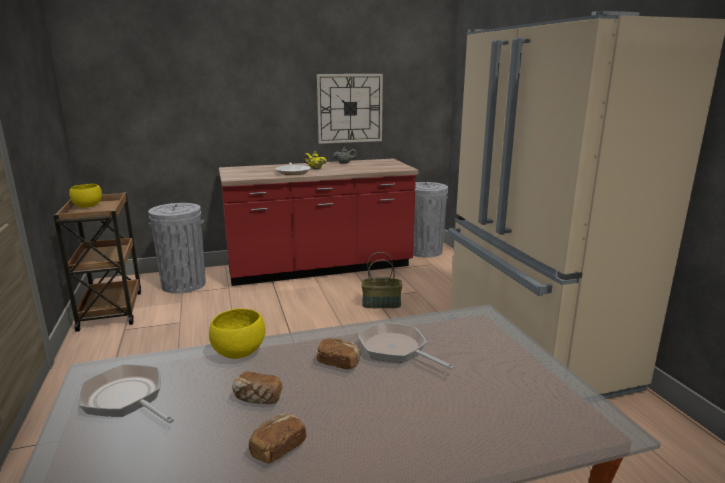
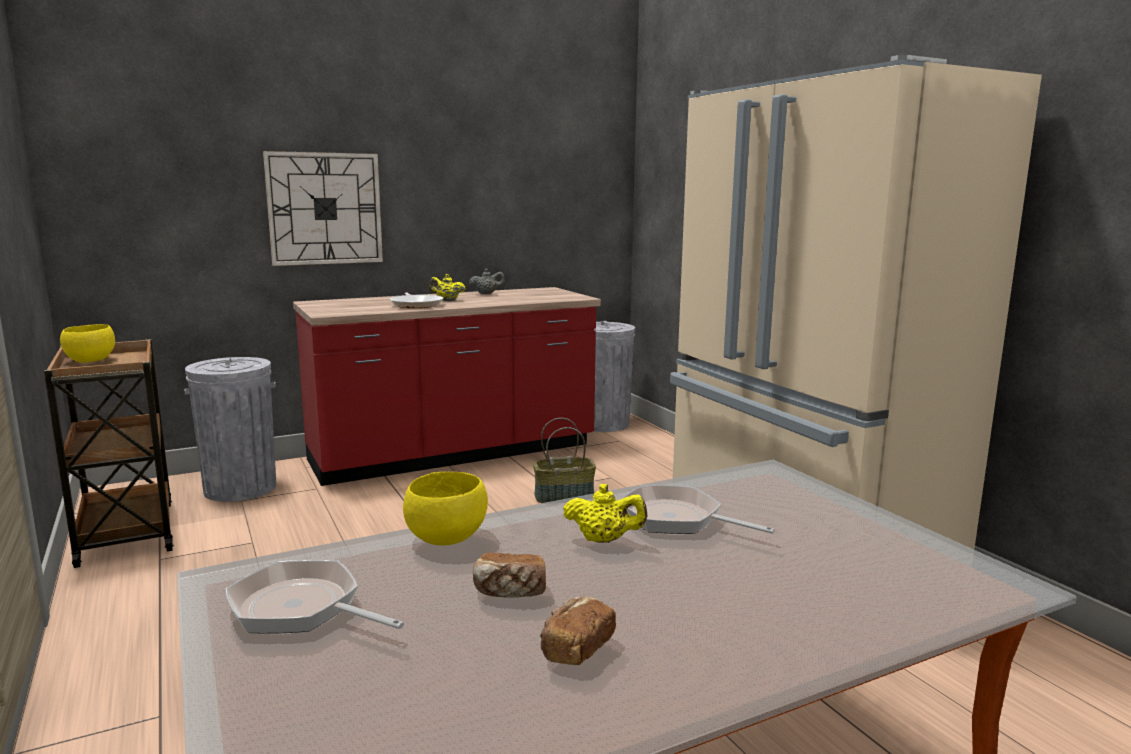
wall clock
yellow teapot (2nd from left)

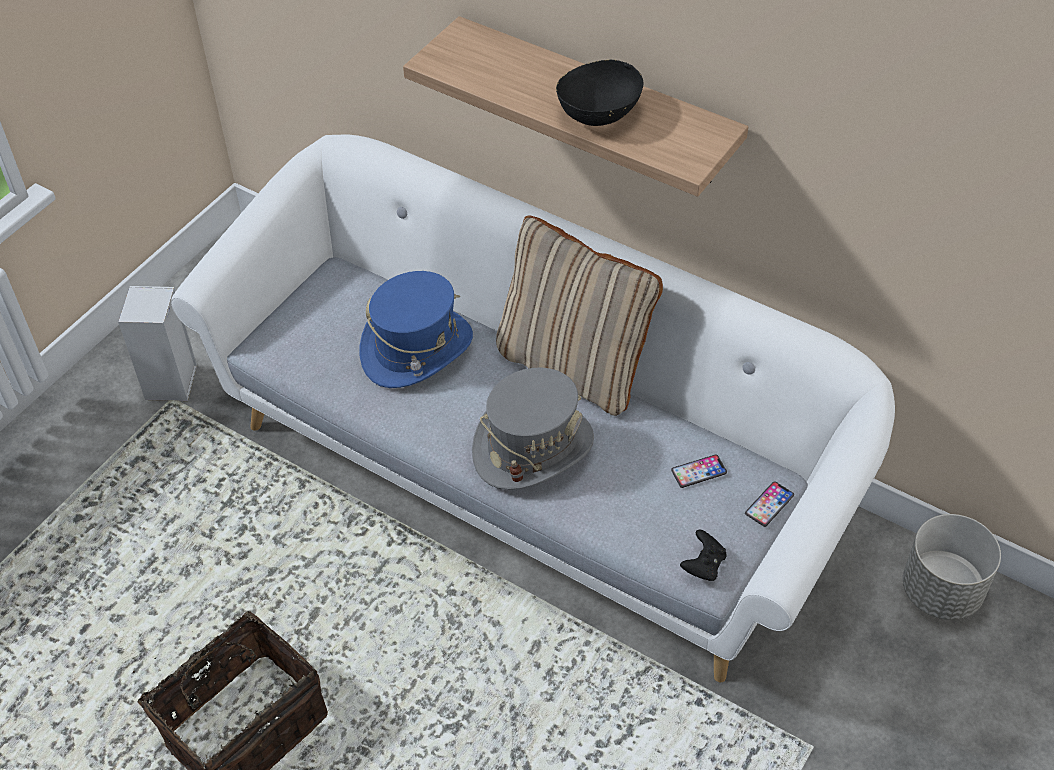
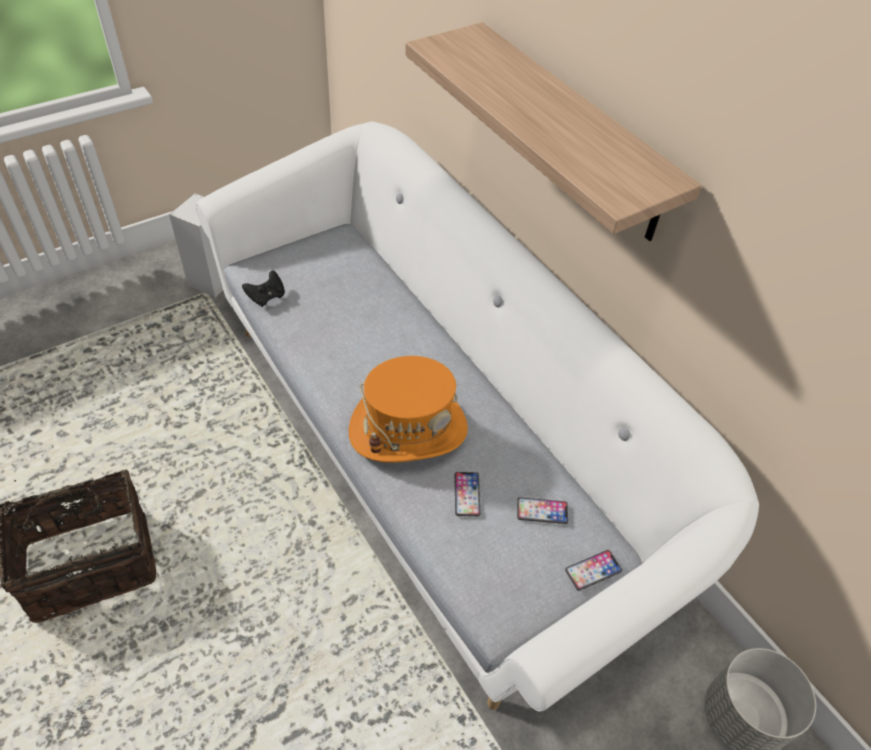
black bowl
beige pillow
blue hat
orange hat
black game controller
phone (1st from left)

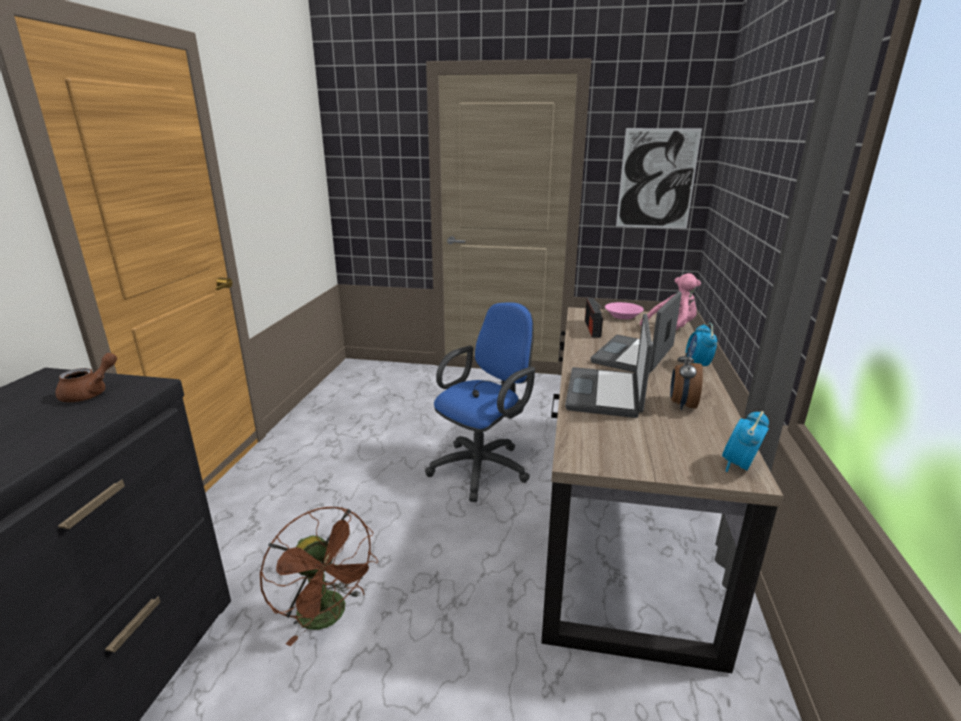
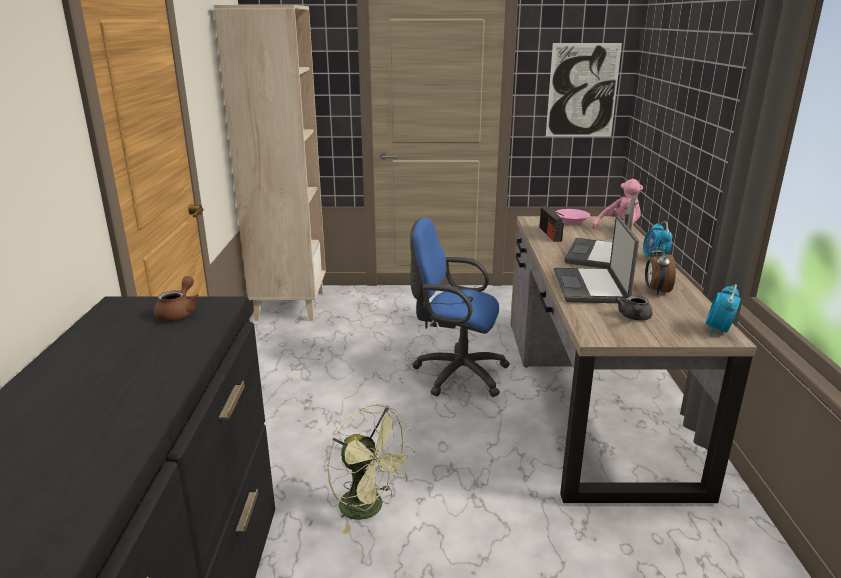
blue office chair
green fan
beige bookcase
grey teapot

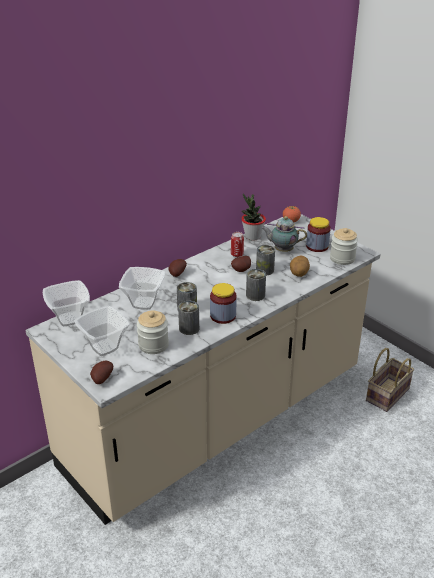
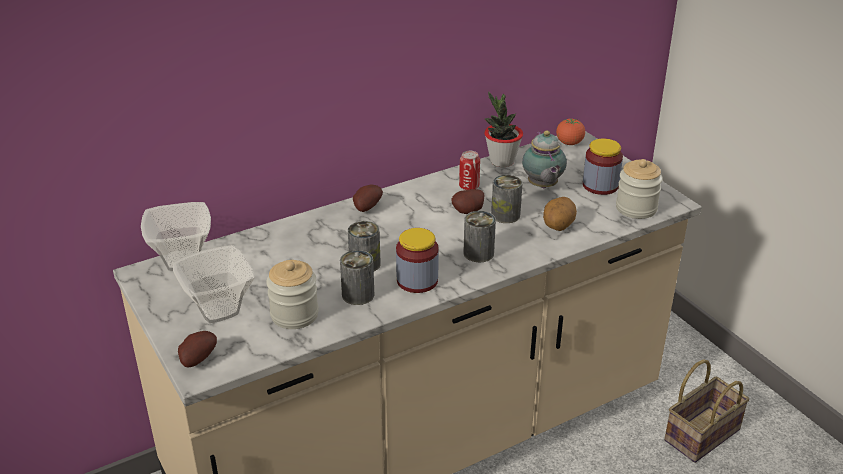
teapot
bowl (3rd from left in the first image)

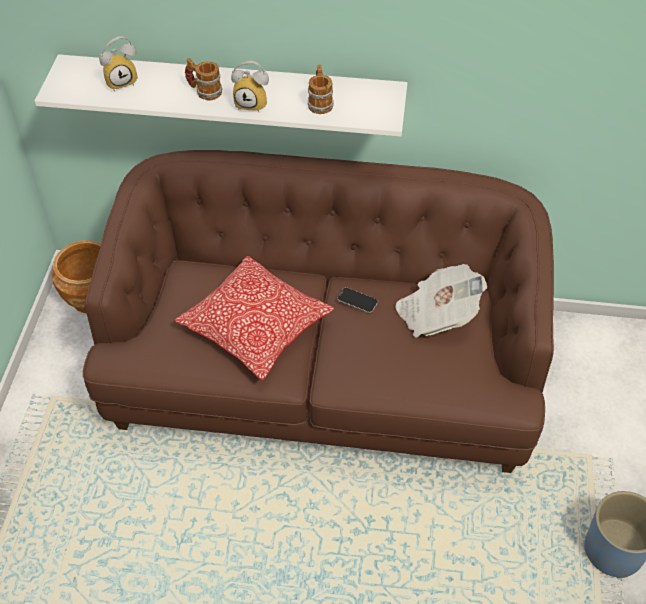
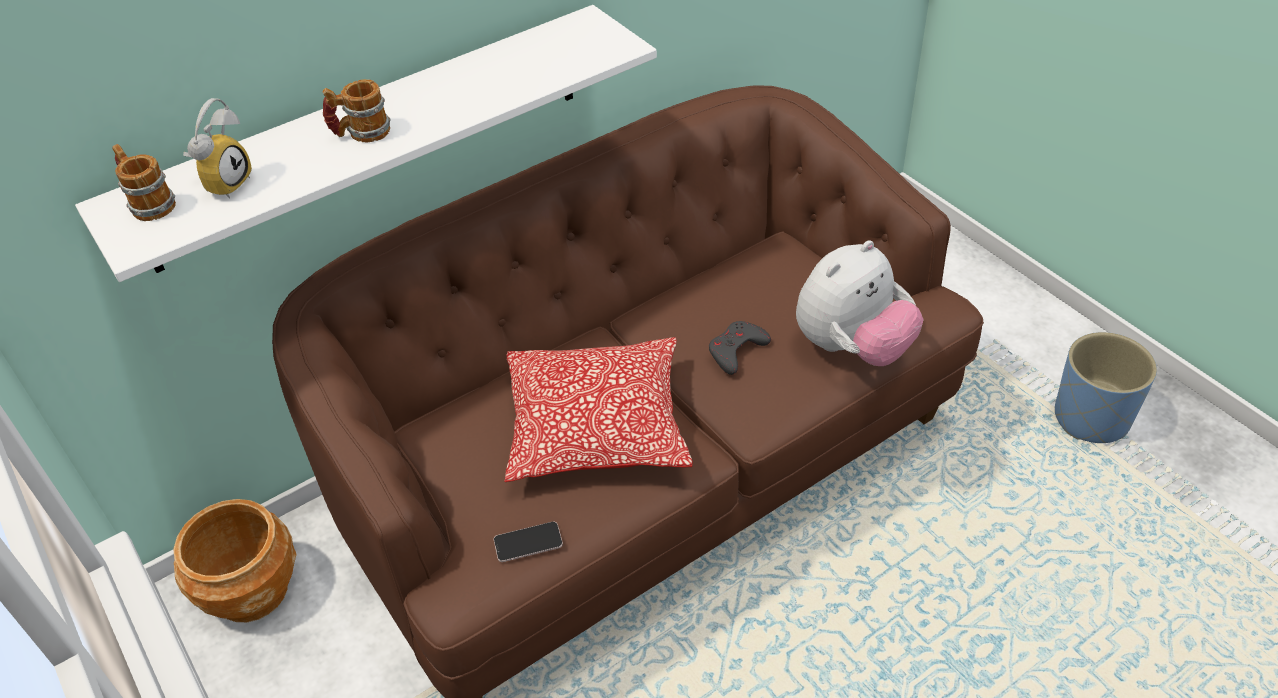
alarm clock (2nd from left in the first image)
mug (1st from left)
newspaper
phone
plush toy
grey game controller

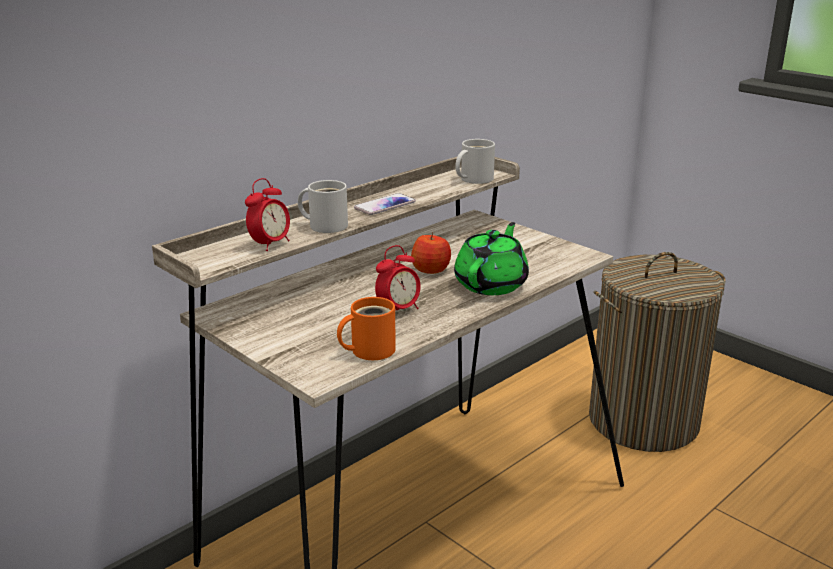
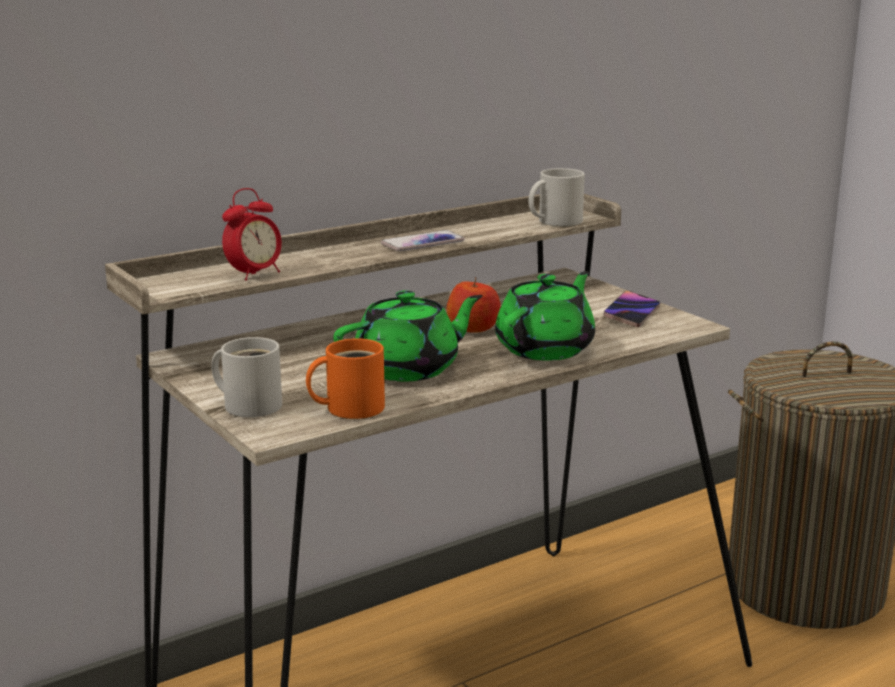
white mug (1st from left)
green teapot (1st from left)
phone (2nd from left)

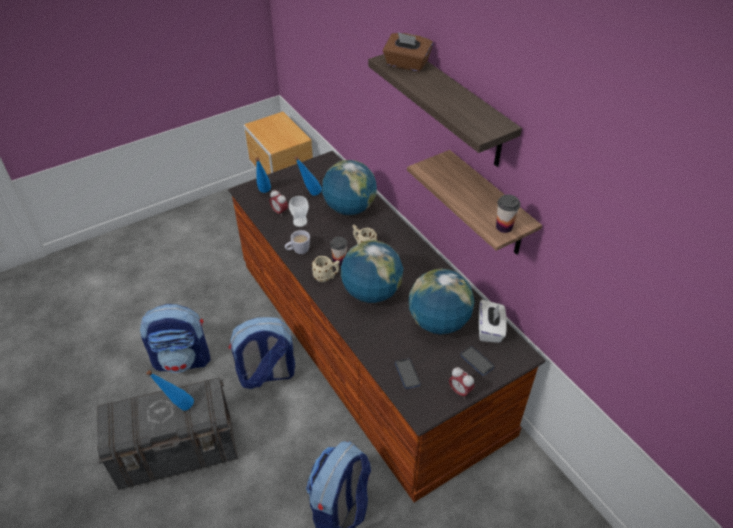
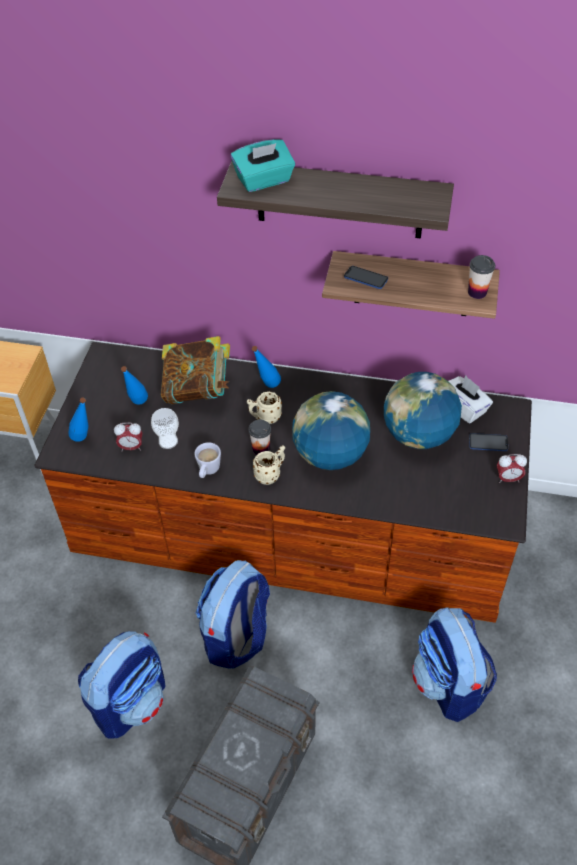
turquoise tissue box
book
phone (1st from left)
blue bottle (3rd from left)

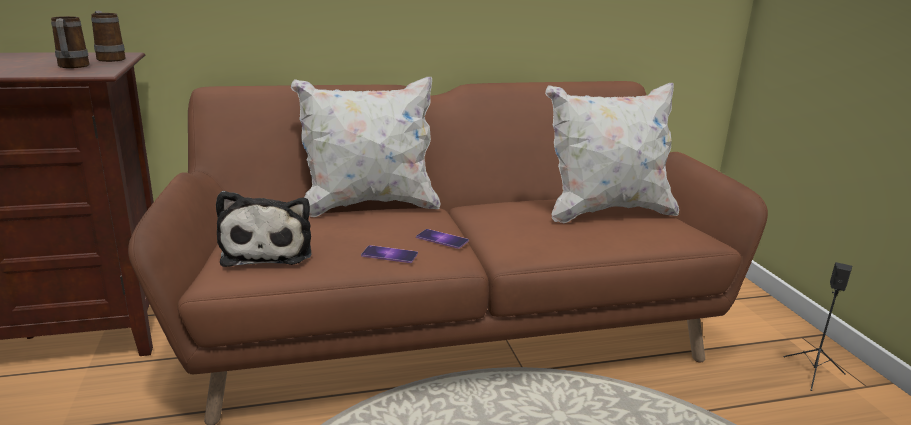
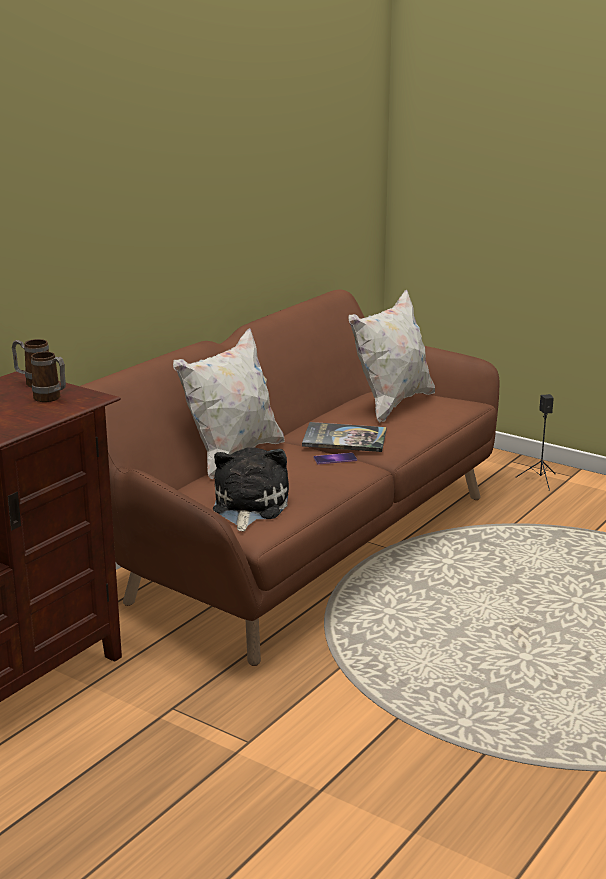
plush toy
phone (1st from left in the first image)
book

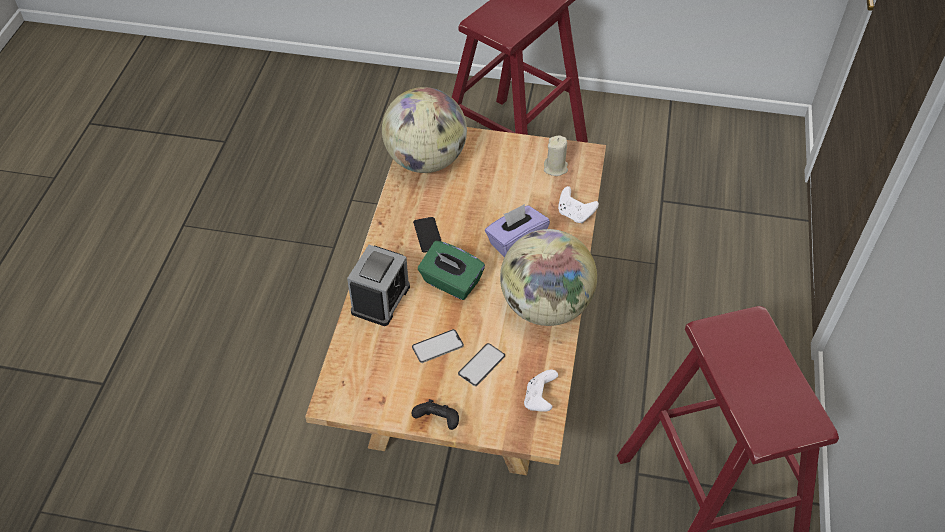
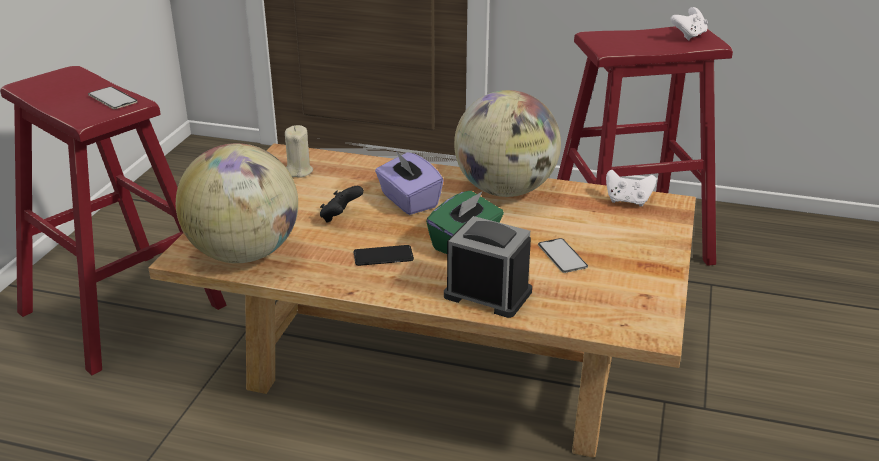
white game controller (2nd from left)
phone (1st from left)
black game controller

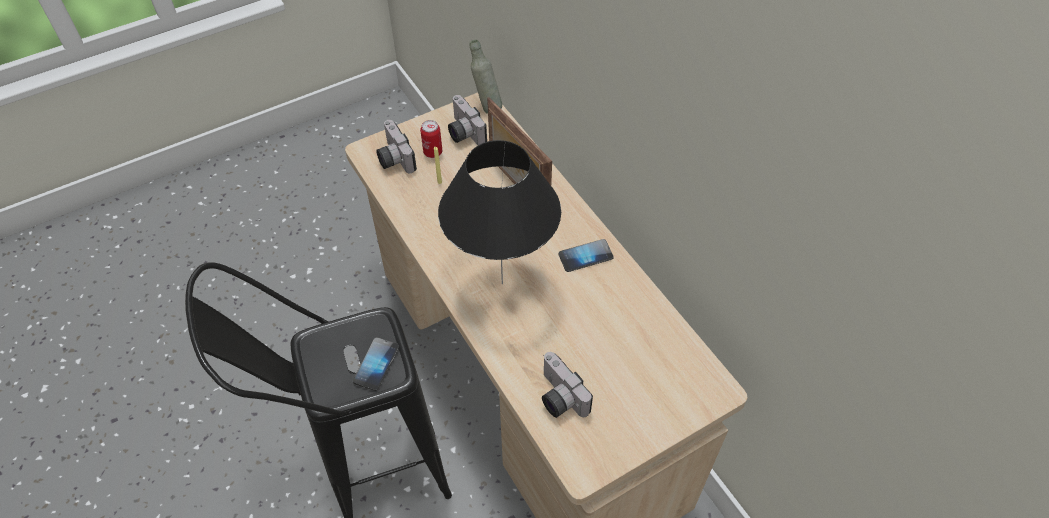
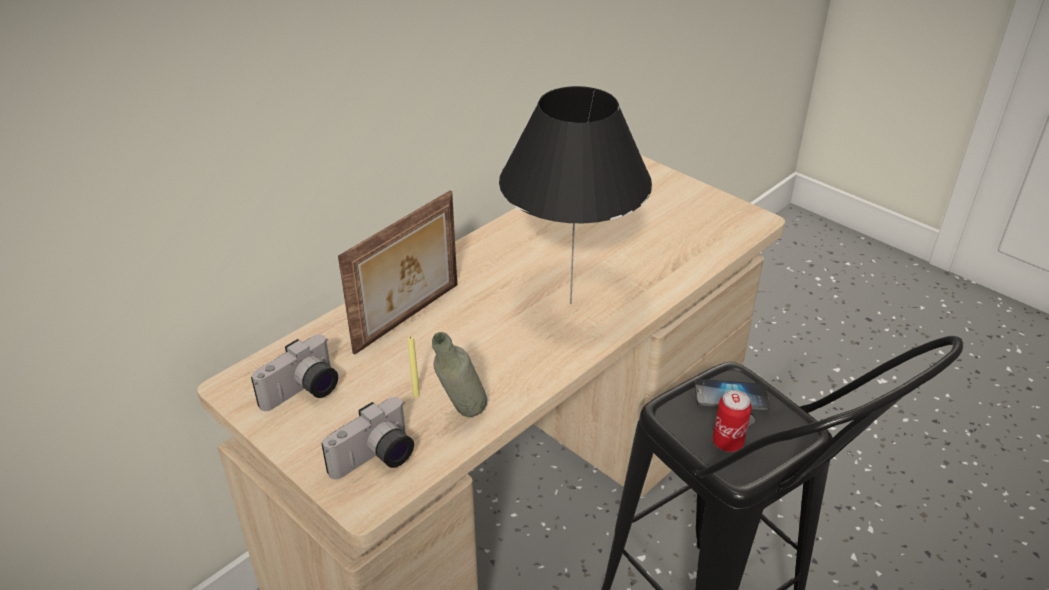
grey bottle
can
phone (2nd from left in the first image)
photo camera (3rd from left in the first image)

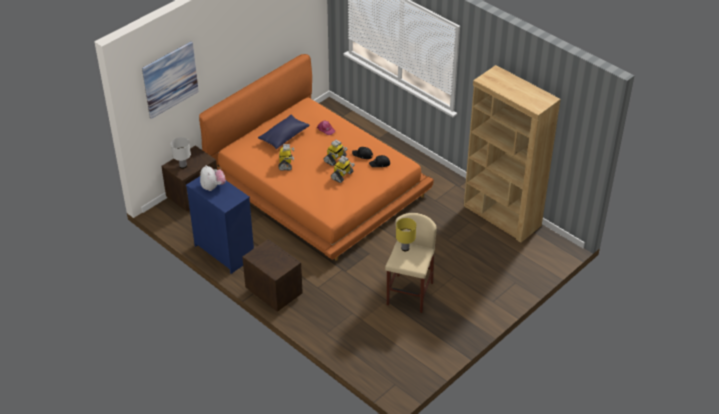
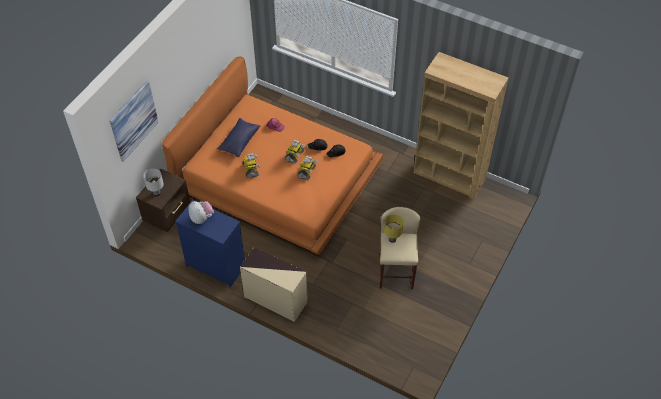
beige dresser

